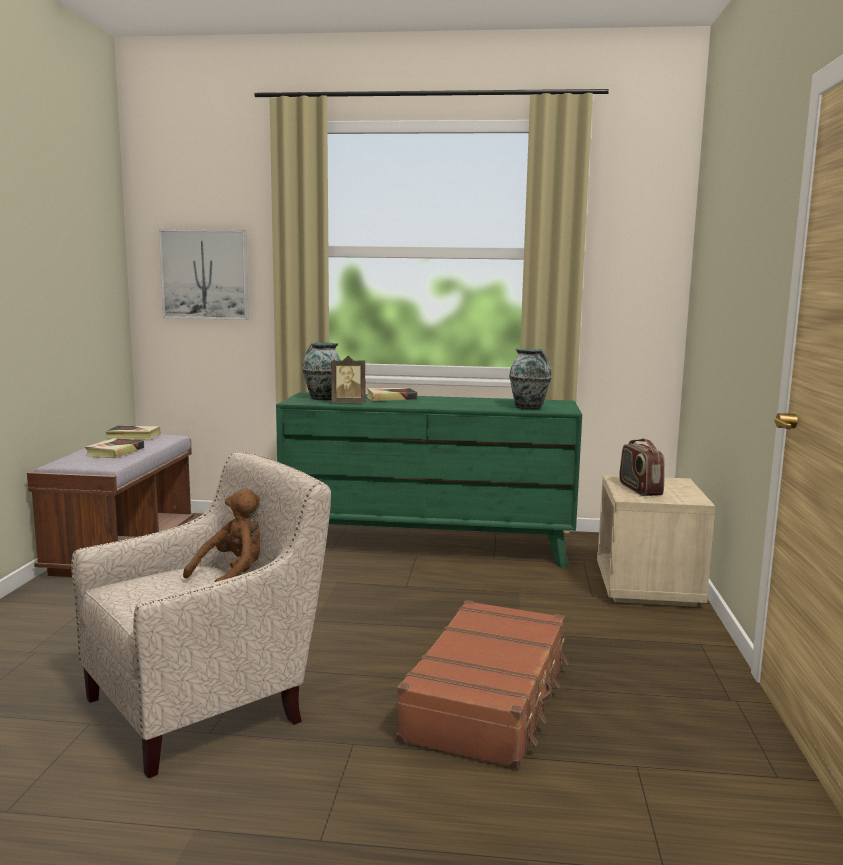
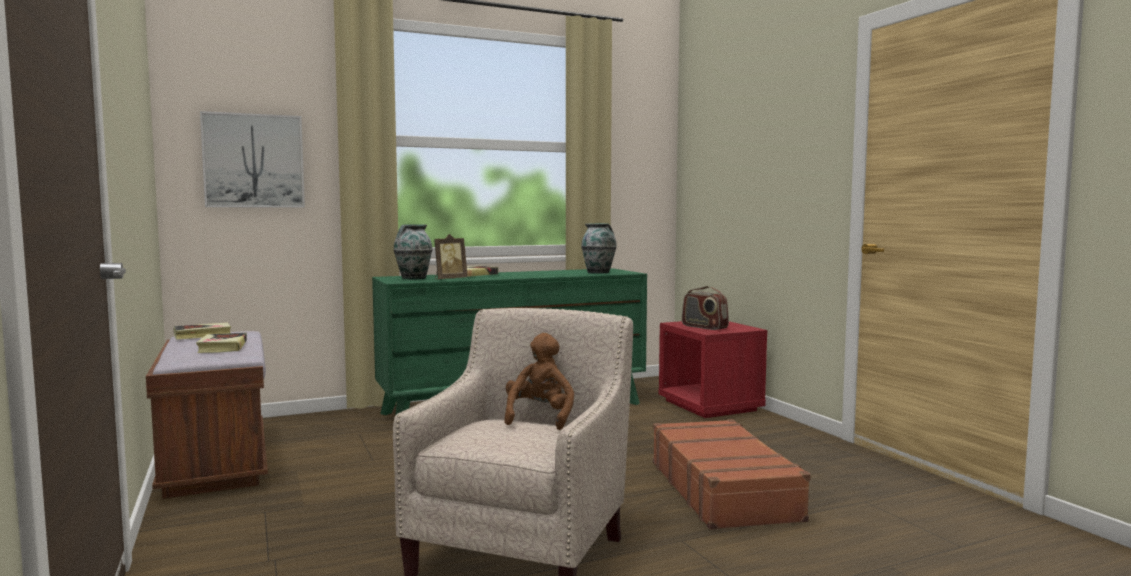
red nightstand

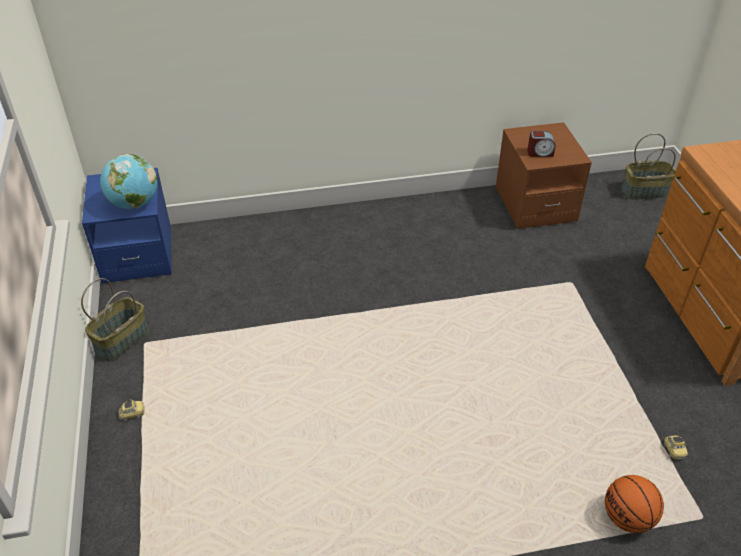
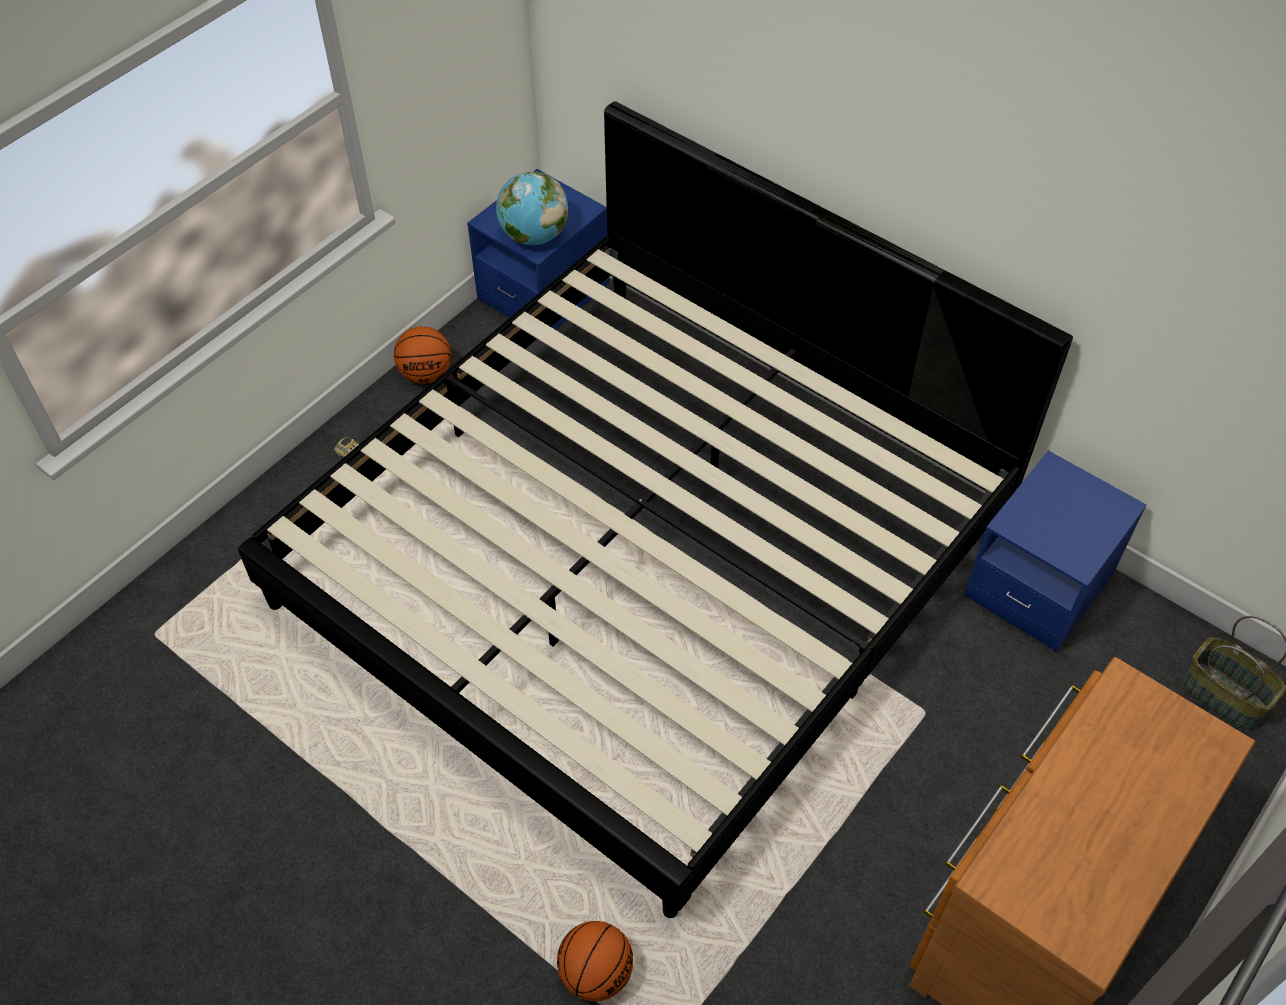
blue nightstand (2nd from left)
alarm clock
basketball (1st from left)
toy car (2nd from left in the first image)
bed

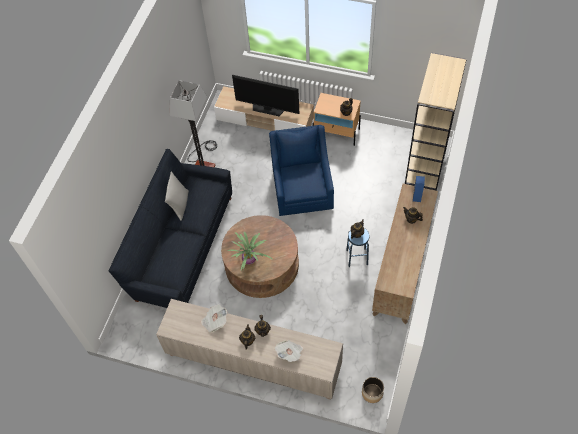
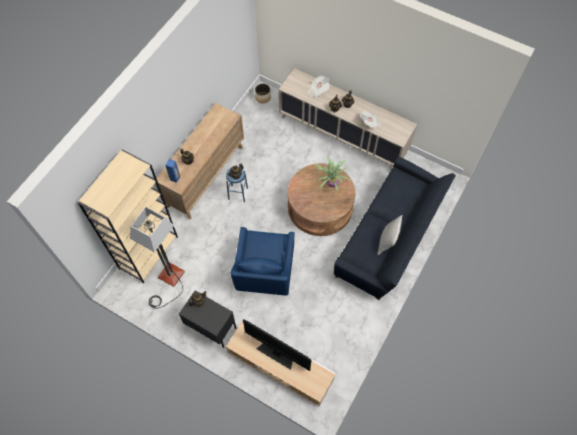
floor lamp
black nightstand

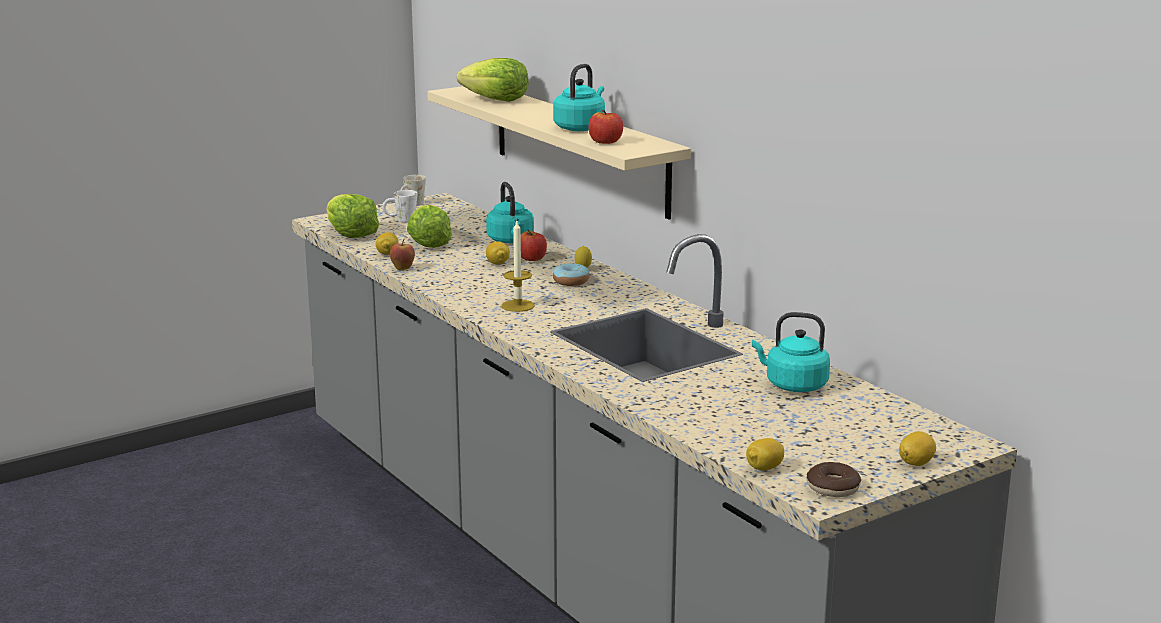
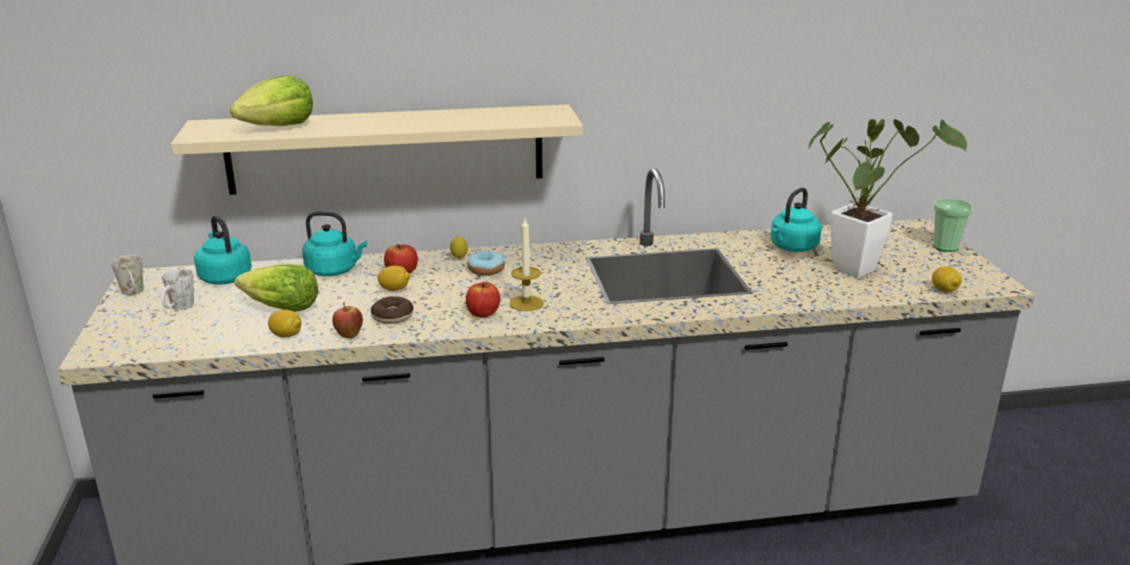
turquoise kettle (1st from left)
apple (3rd from left)
lettuce (1st from left in the first image)
cup
donut (1st from left)
potted plant

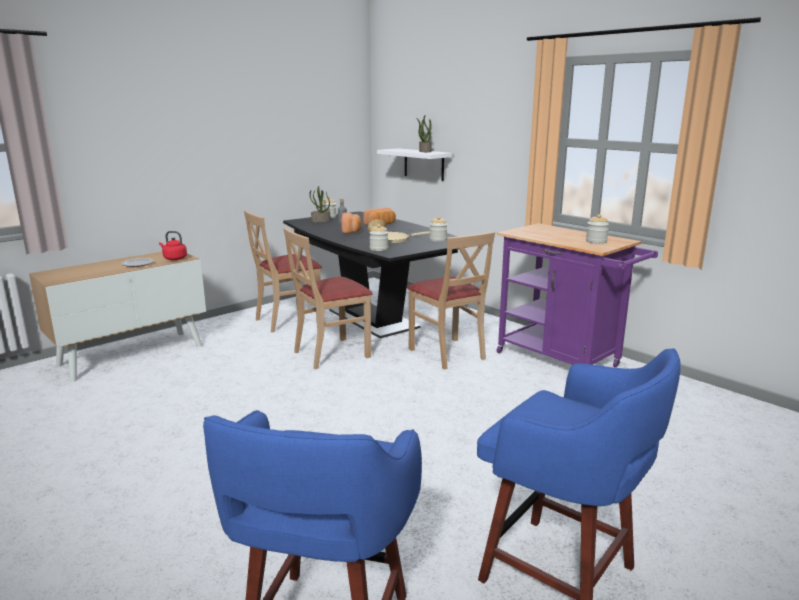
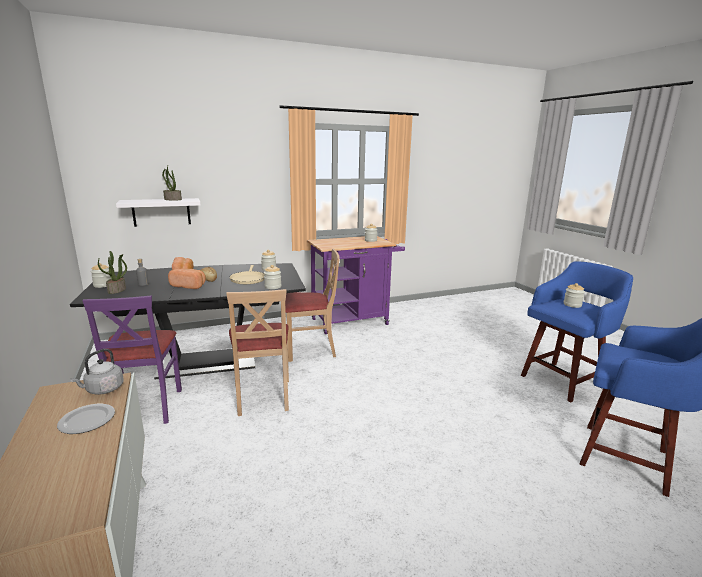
purple chair
grey kettle
jar (5th from left)

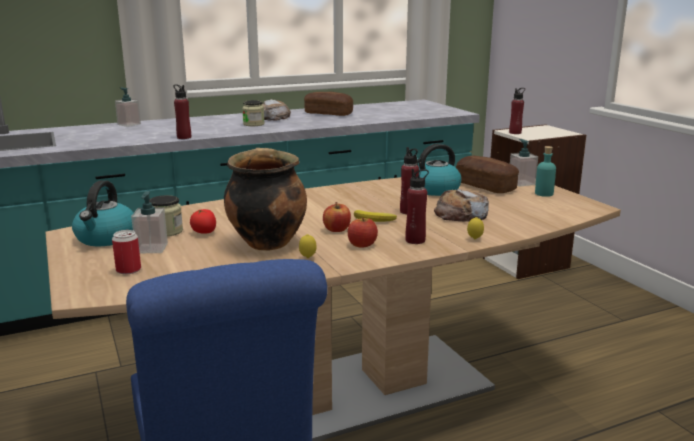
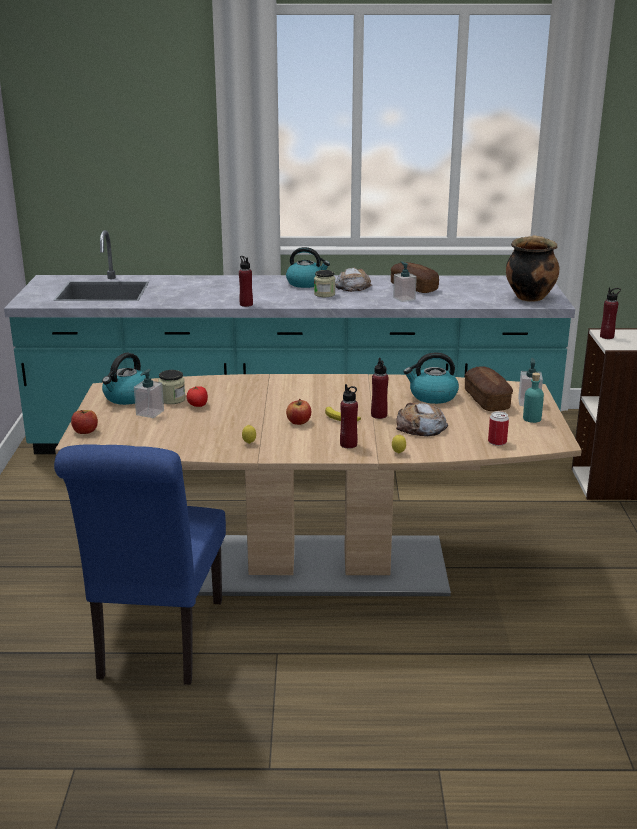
soap dispenser (2nd from left)
cooking pot
apple (1st from left)
can
kettle (2nd from left)

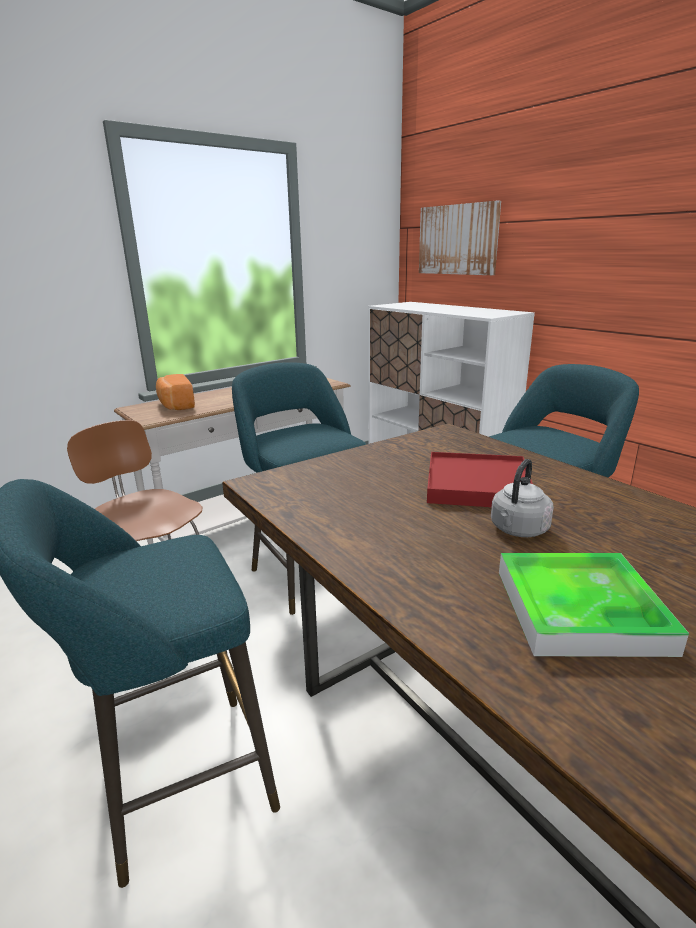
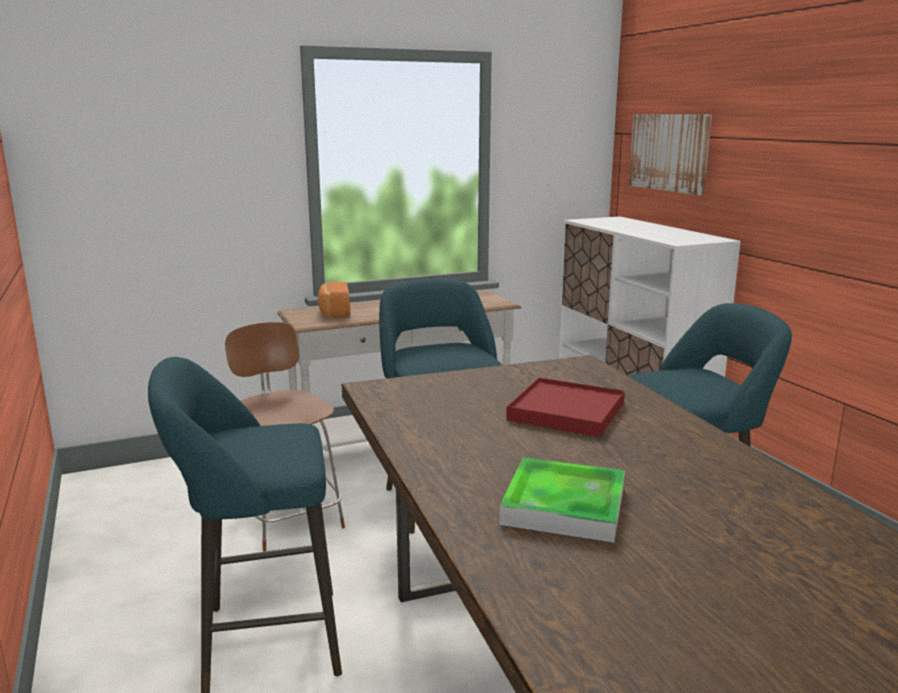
grey kettle

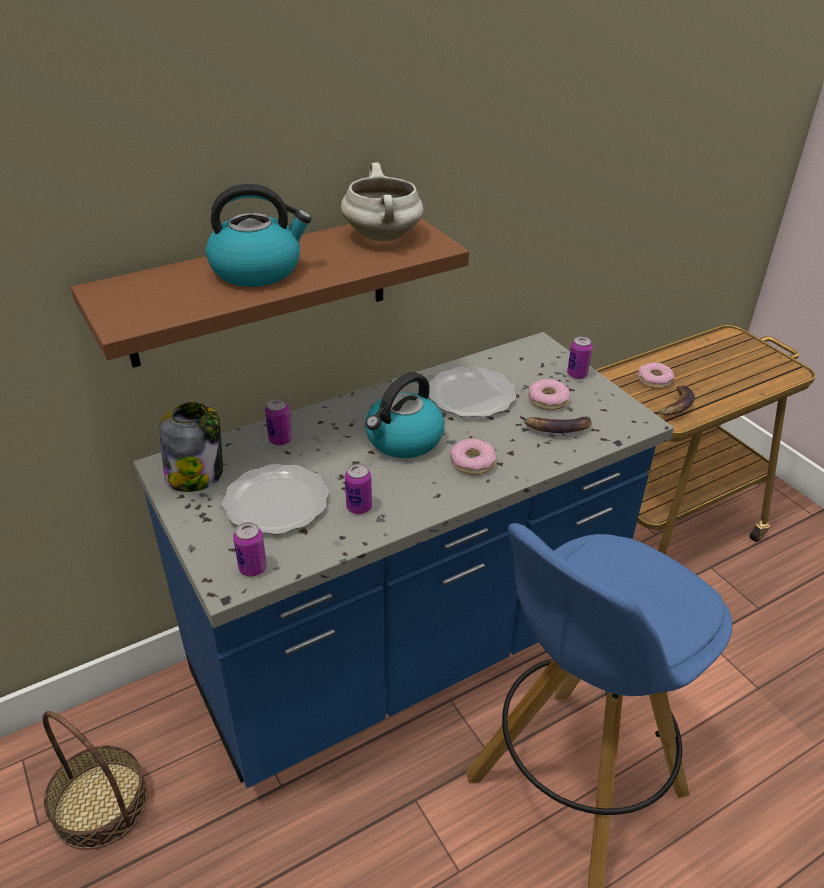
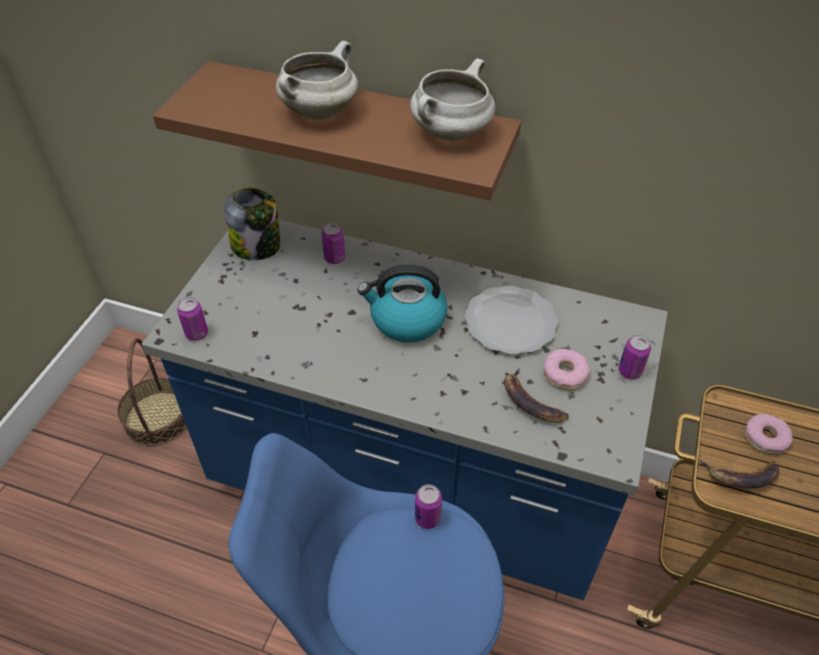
white cooking pot (1st from left)
donut (1st from left in the first image)
plate (1st from left in the first image)
can (3rd from left)

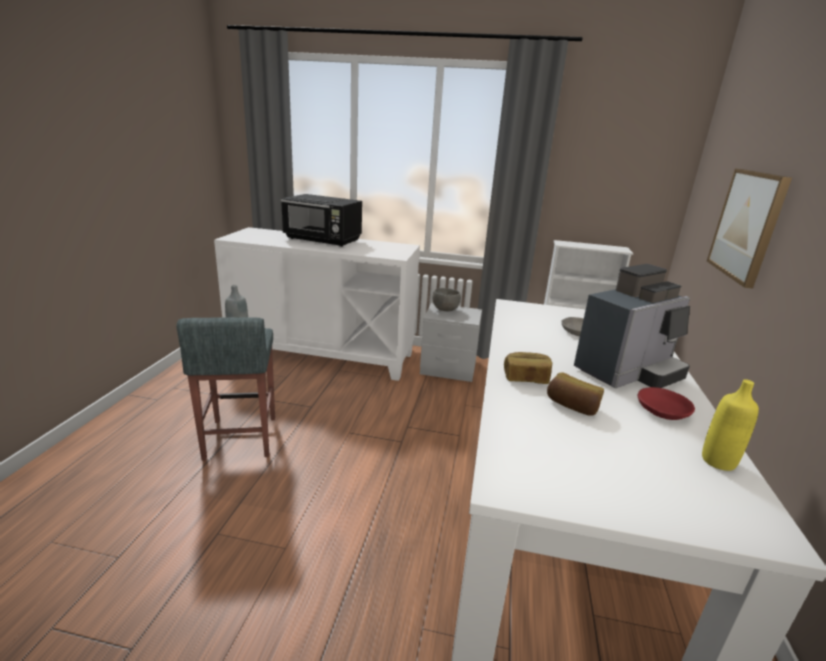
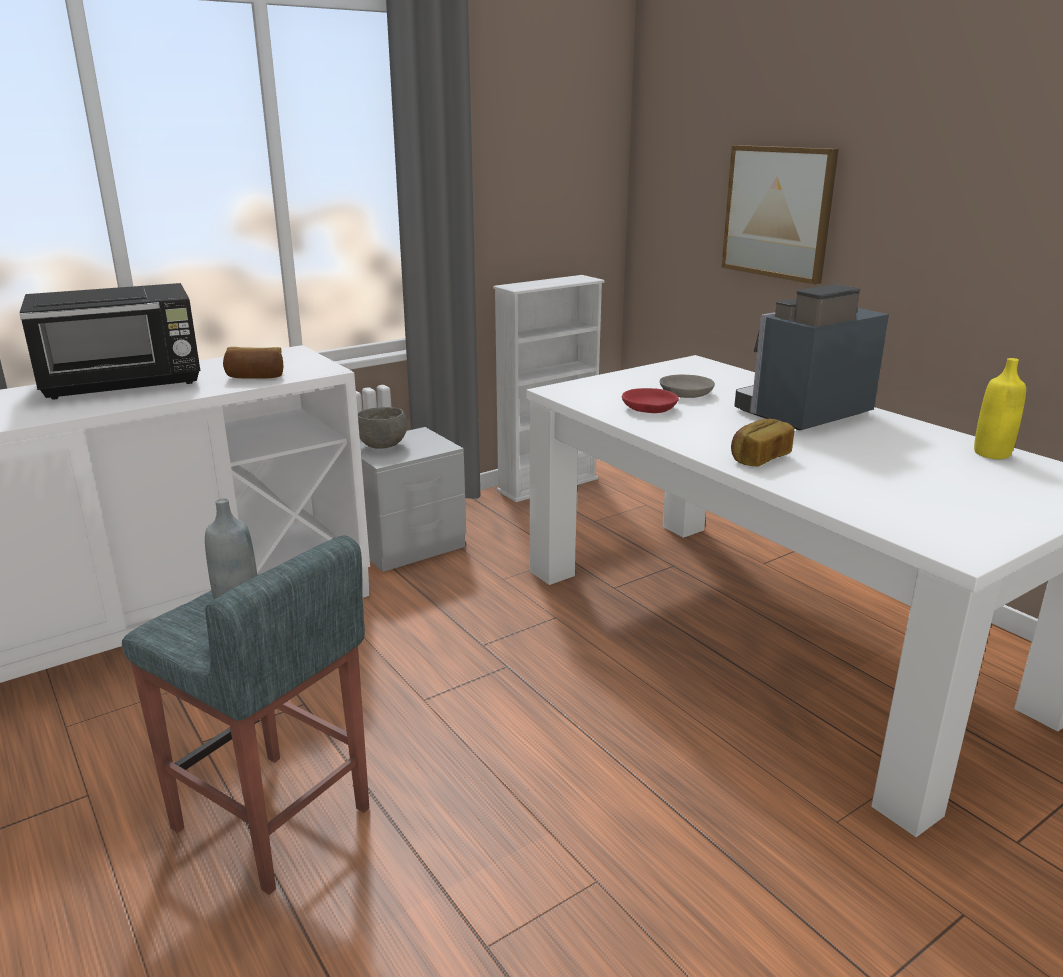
coffee machine
bread (1st from left)
red bowl

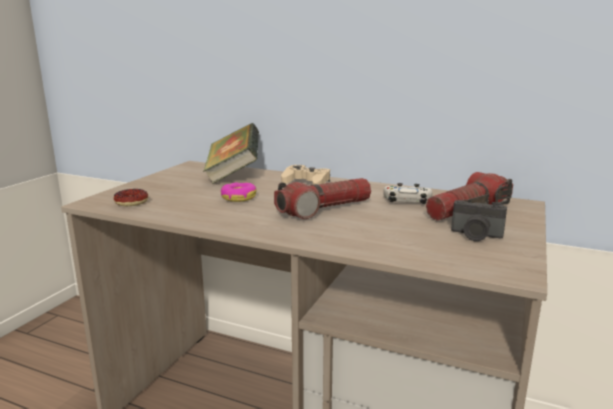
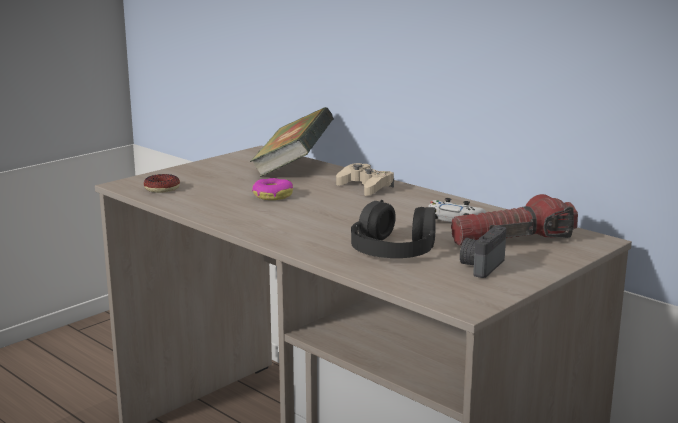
flashlight (1st from left in the first image)
photo camera
black headphones

